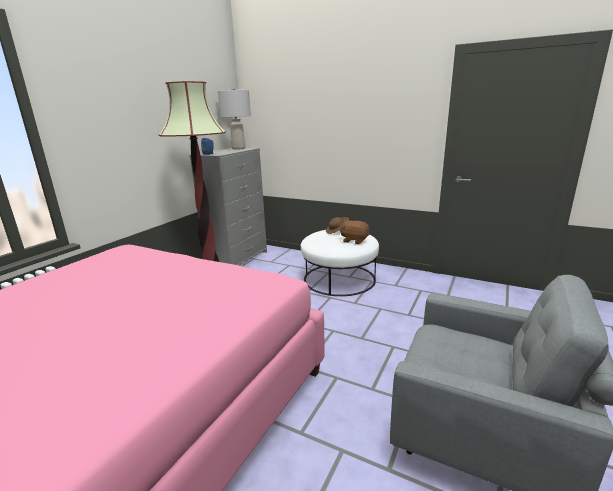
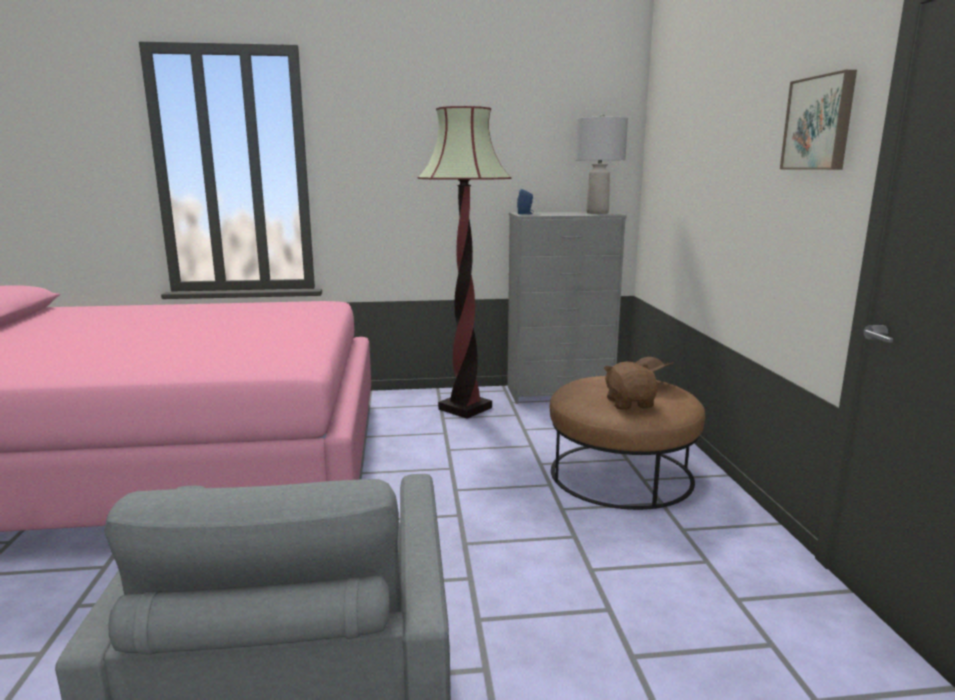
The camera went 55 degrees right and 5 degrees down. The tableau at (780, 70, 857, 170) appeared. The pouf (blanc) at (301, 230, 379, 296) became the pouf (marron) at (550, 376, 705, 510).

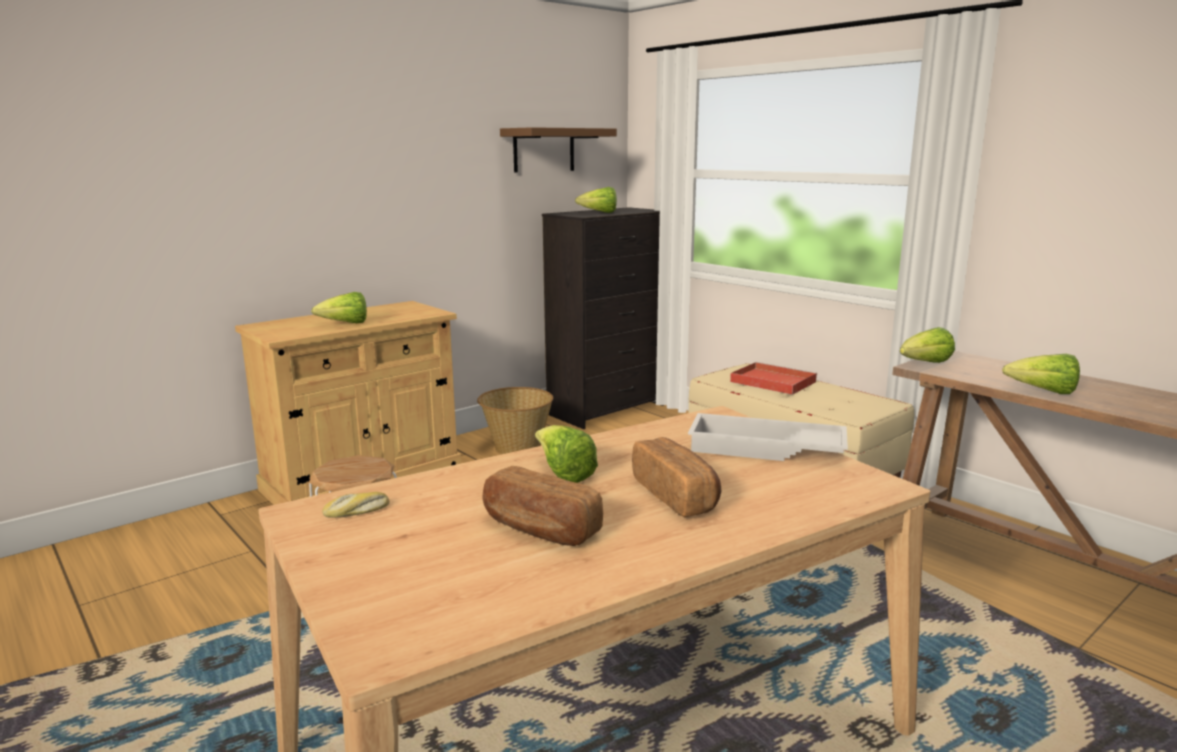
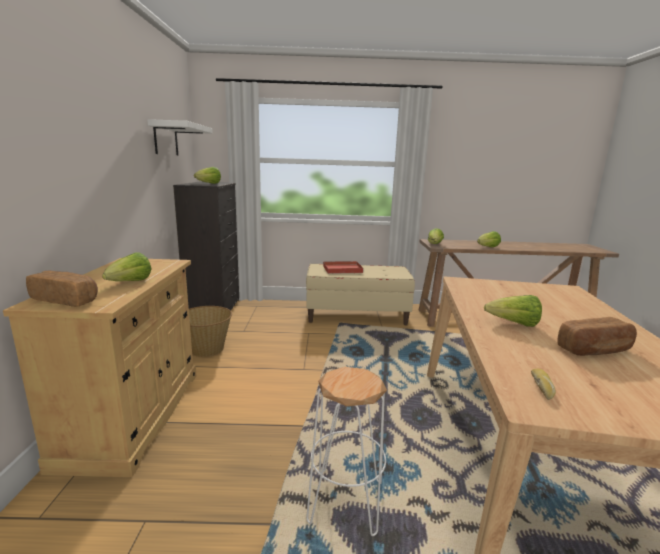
The camera went 50 degrees left and 0 degrees up. The plateau (blanc) at (688, 413, 848, 461) disappeared. The pain moved from (632, 437, 721, 517) to (26, 271, 98, 307). The étagère (marron) at (500, 127, 617, 172) became the étagère (blanc) at (147, 119, 213, 155).

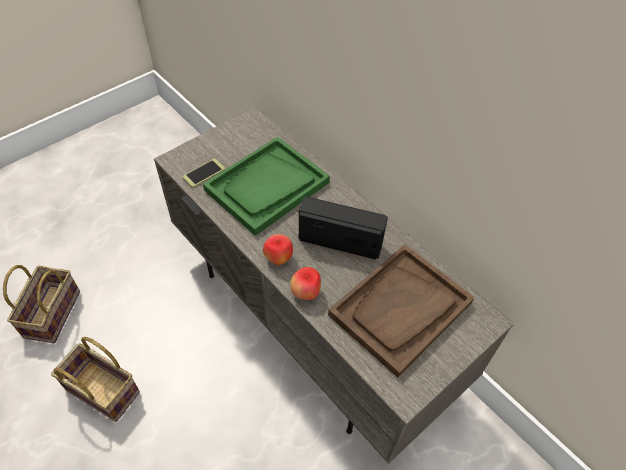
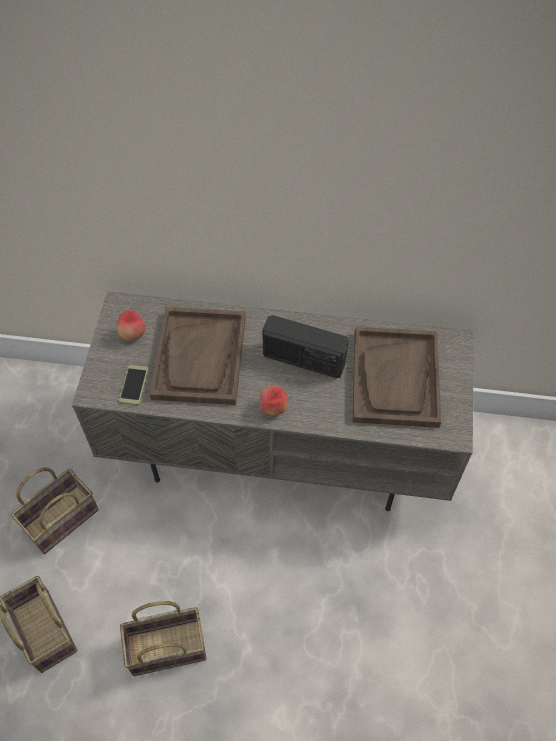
The camera went 40 degrees left and 5 degrees up. The panier at (11, 468, 99, 554) appeared. The pomme moved from (290, 267, 321, 300) to (117, 310, 145, 341). The plateau (vert) at (203, 137, 330, 236) became the plateau (marron) at (150, 307, 246, 405). The radio at (299, 197, 388, 260) turned 135 degrees counterclockwise.

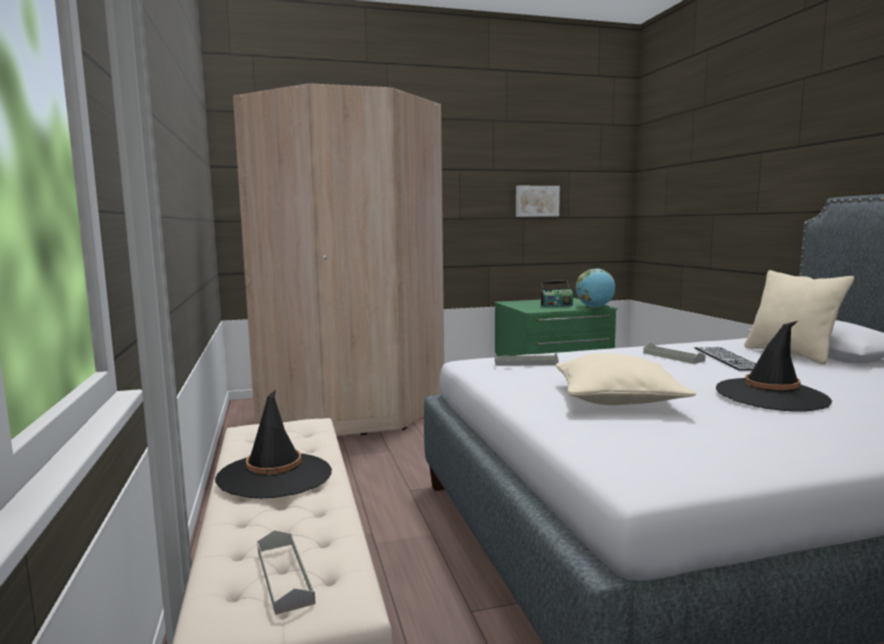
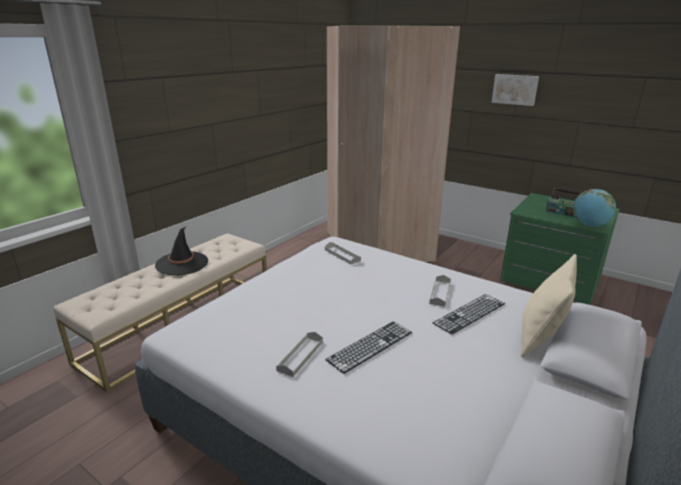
The camera went 50 degrees right and 15 degrees up. The coussin (beige) at (556, 353, 696, 405) disappeared. The plateau (gris) moved from (257, 530, 316, 615) to (276, 332, 323, 377). The tableau moved from (516, 186, 560, 217) to (491, 74, 539, 106). The chapeau (noir) at (716, 321, 832, 412) was replaced by the clavier at (325, 321, 412, 374).

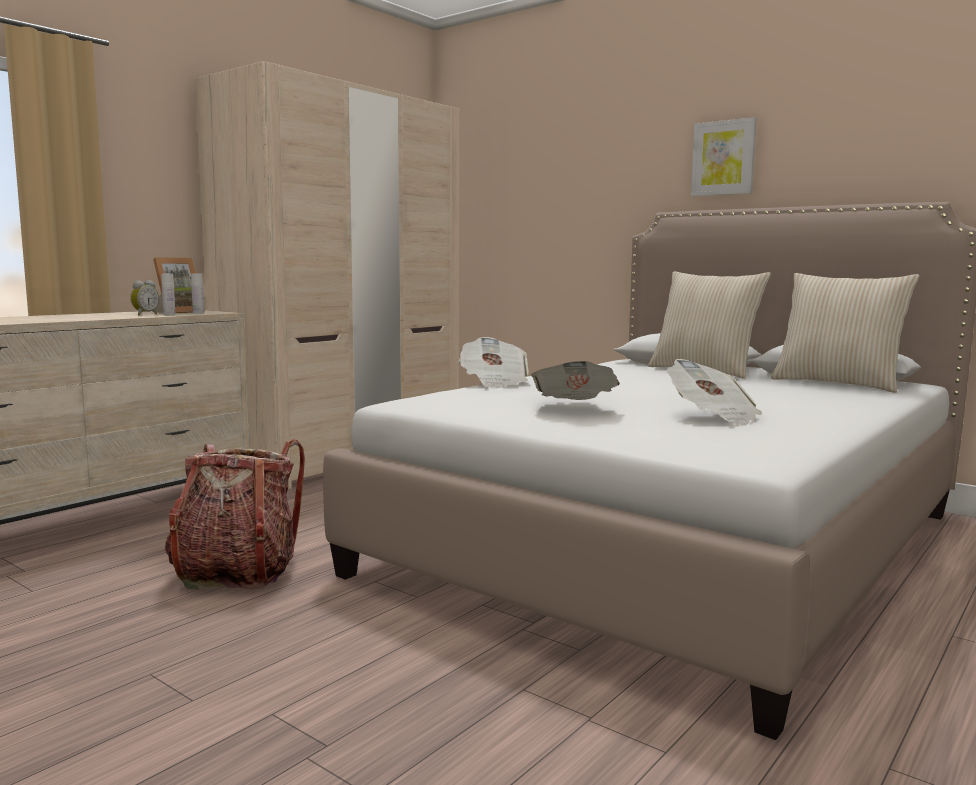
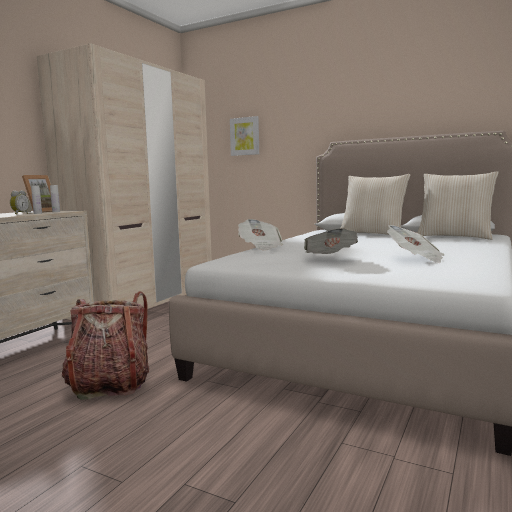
The camera went 10 degrees left and 0 degrees up. The tableau moved from (691, 117, 757, 196) to (230, 116, 259, 156).

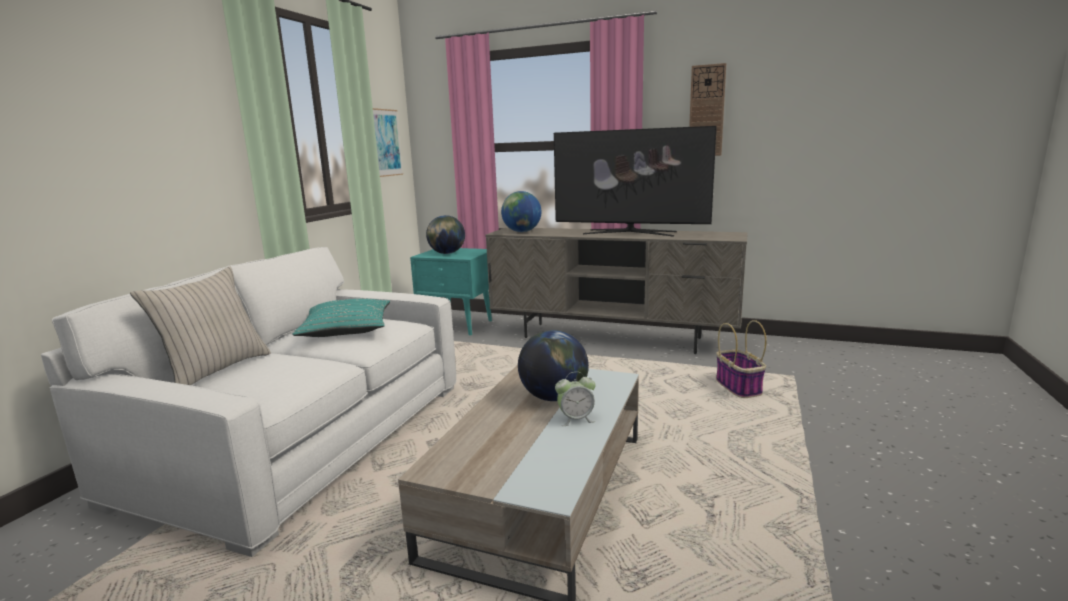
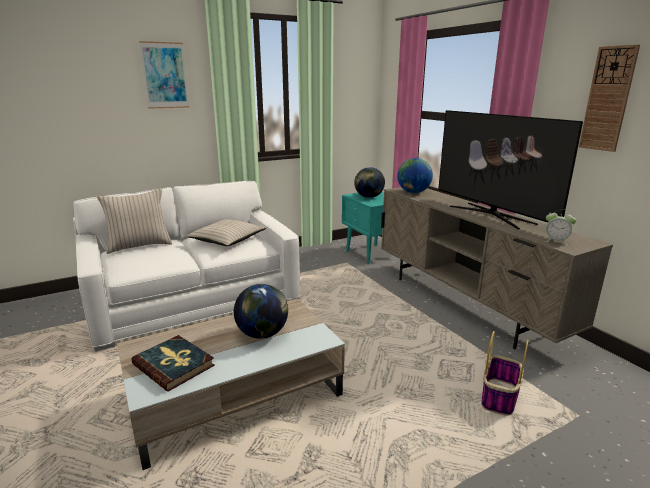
The camera went 40 degrees right and 5 degrees up. The livre at (132, 335, 215, 391) appeared. The tableau moved from (373, 108, 403, 177) to (139, 41, 189, 109). The réveil moved from (555, 372, 596, 426) to (544, 209, 576, 245). The coussin (turquoise) at (292, 299, 390, 337) became the coussin (beige) at (186, 219, 266, 246).

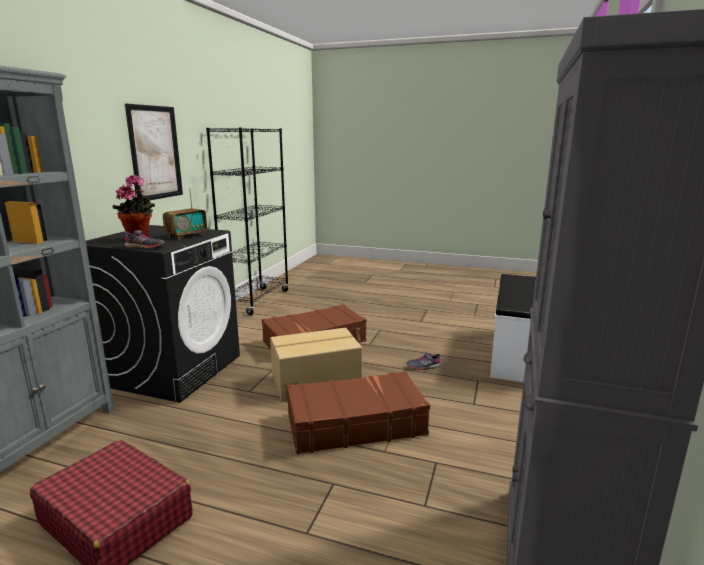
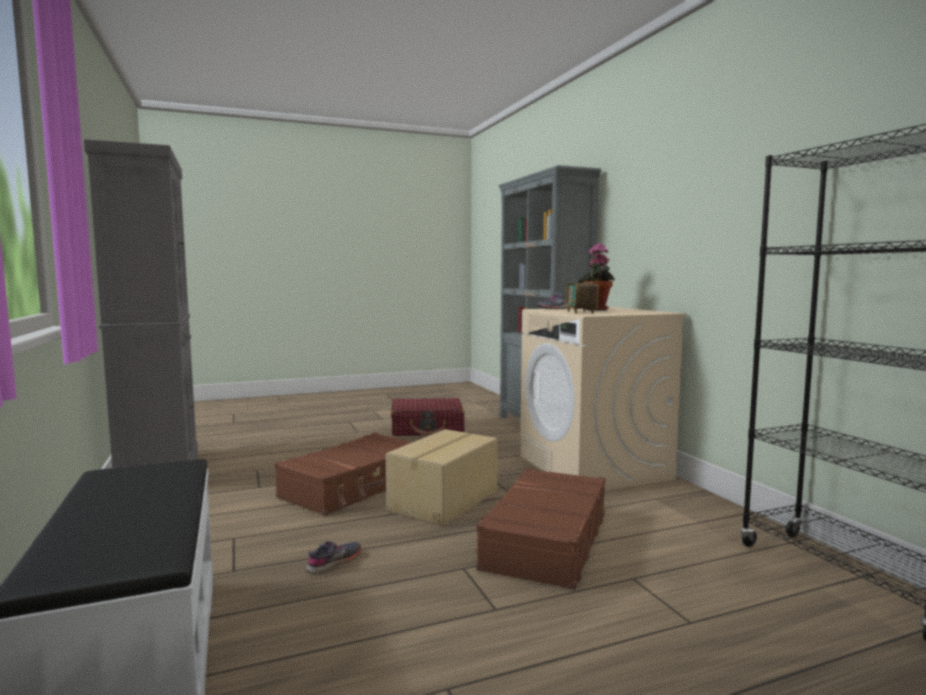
The camera went 140 degrees right and 10 degrees down. The tableau at (125, 104, 183, 200) disappeared. The lave-linge (noir) at (86, 225, 240, 403) became the lave-linge (beige) at (520, 307, 687, 491).

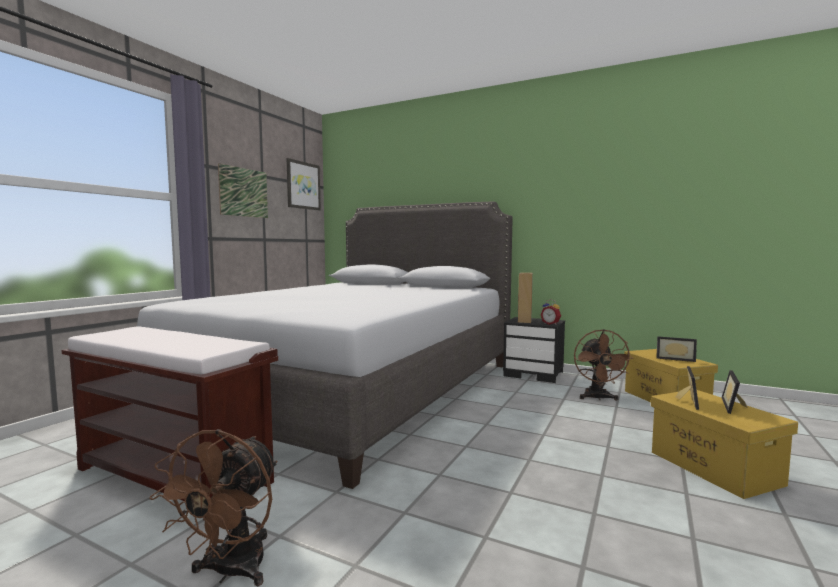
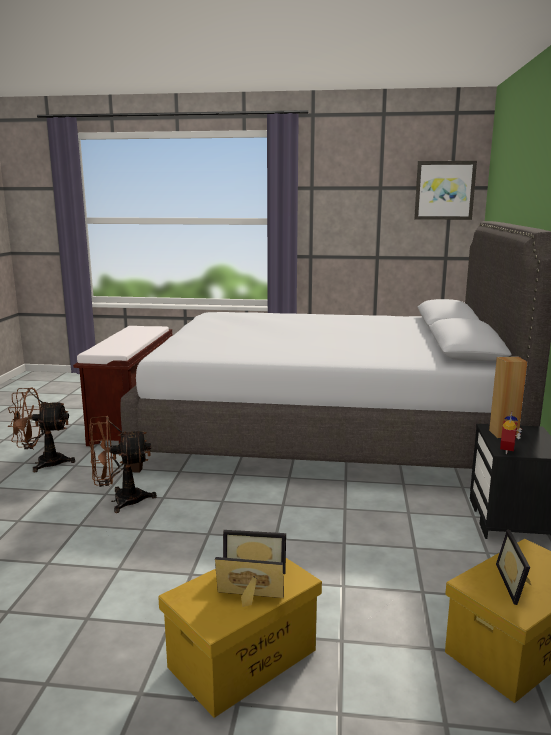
The camera went 70 degrees right and 10 degrees up. The tableau at (218, 163, 268, 218) disappeared. The ventilateur (marron) moved from (574, 329, 633, 401) to (89, 416, 157, 513).

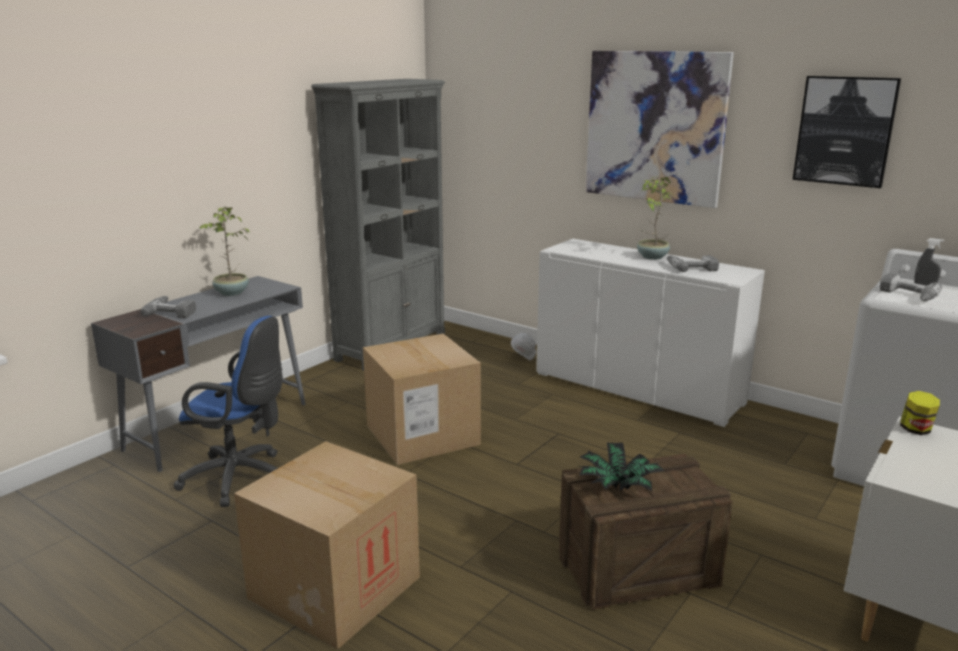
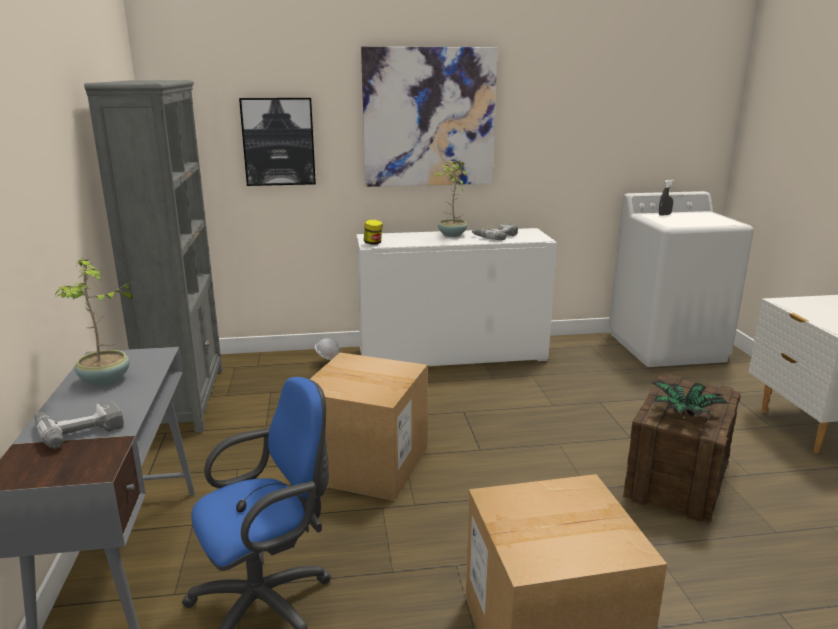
The camera went 45 degrees left and 0 degrees up. The perceuse at (879, 273, 942, 301) disappeared. The tableau moved from (793, 76, 901, 188) to (239, 98, 316, 186). The bocal moved from (900, 391, 940, 435) to (364, 220, 383, 245).

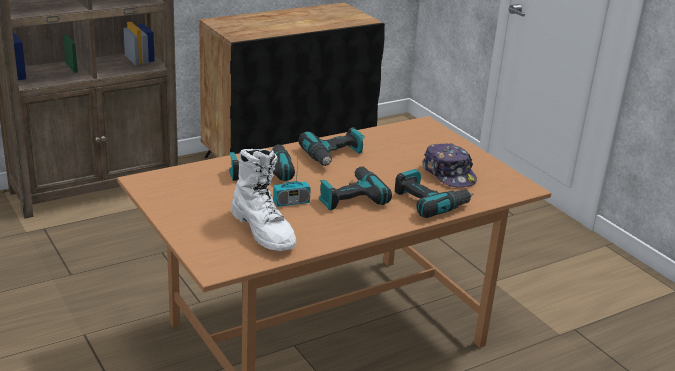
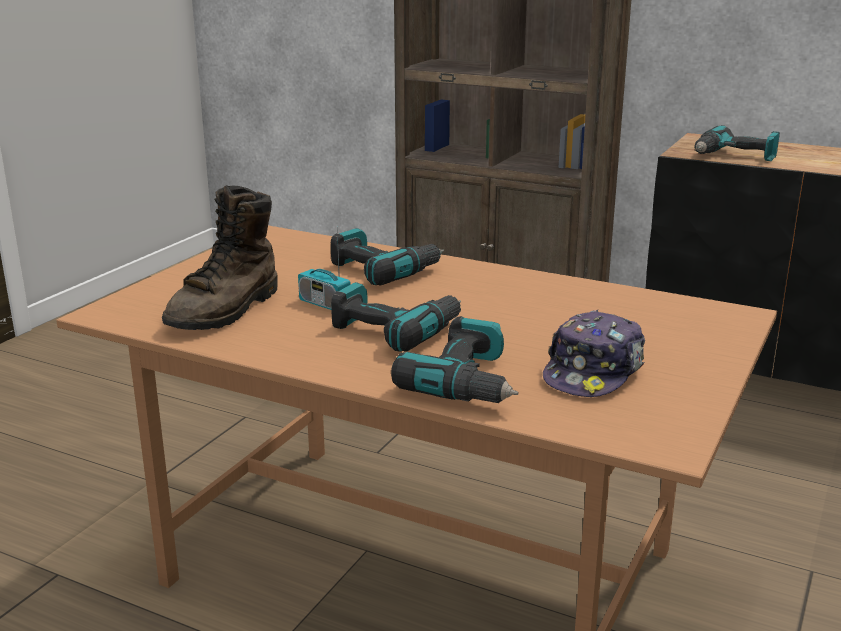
The camera went 60 degrees right and 5 degrees down. The perceuse moved from (299, 127, 365, 166) to (694, 125, 780, 161). The botte (blanc) at (231, 149, 296, 251) became the botte (marron) at (162, 185, 277, 330).

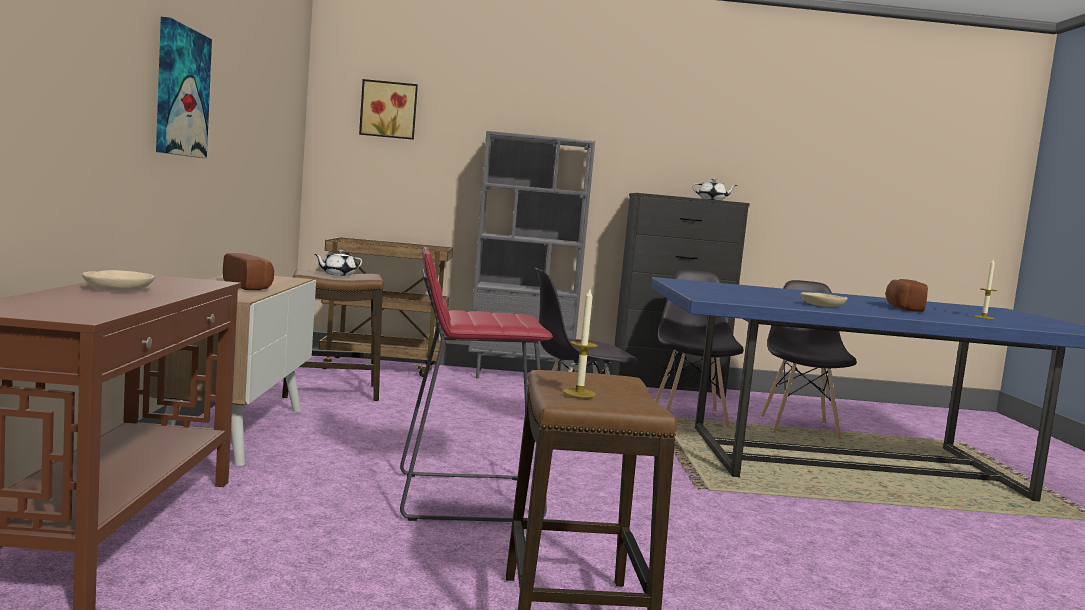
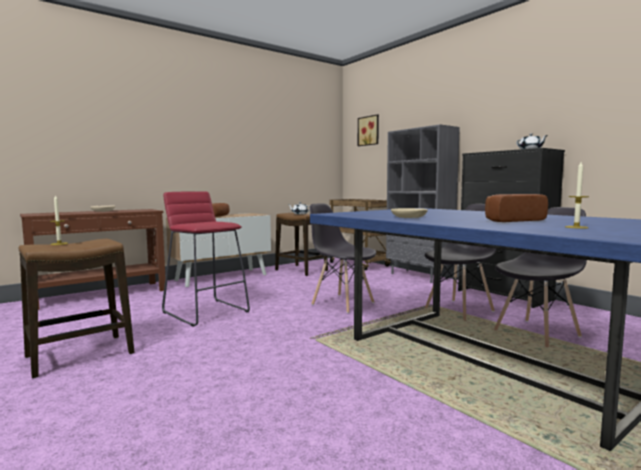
The camera went 55 degrees right and 0 degrees up. The tableau at (156, 17, 212, 159) disappeared.

